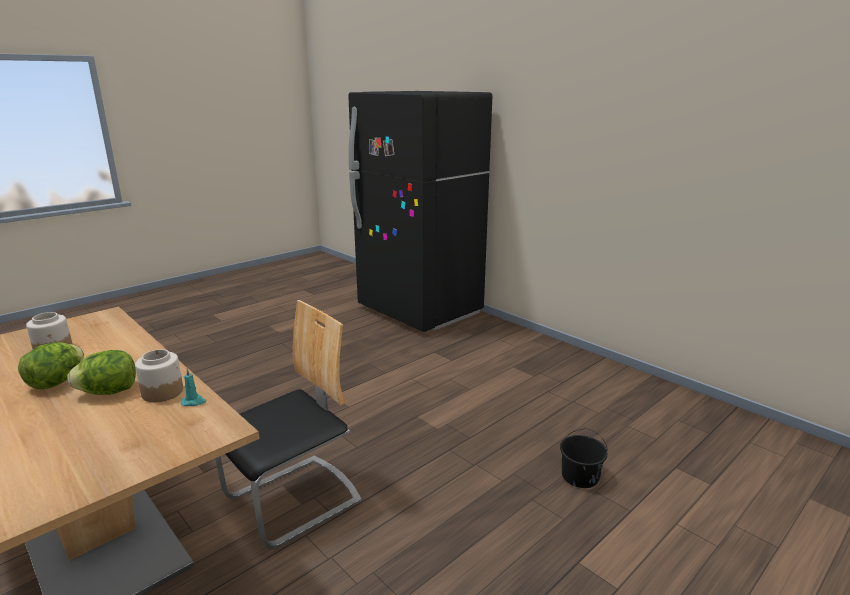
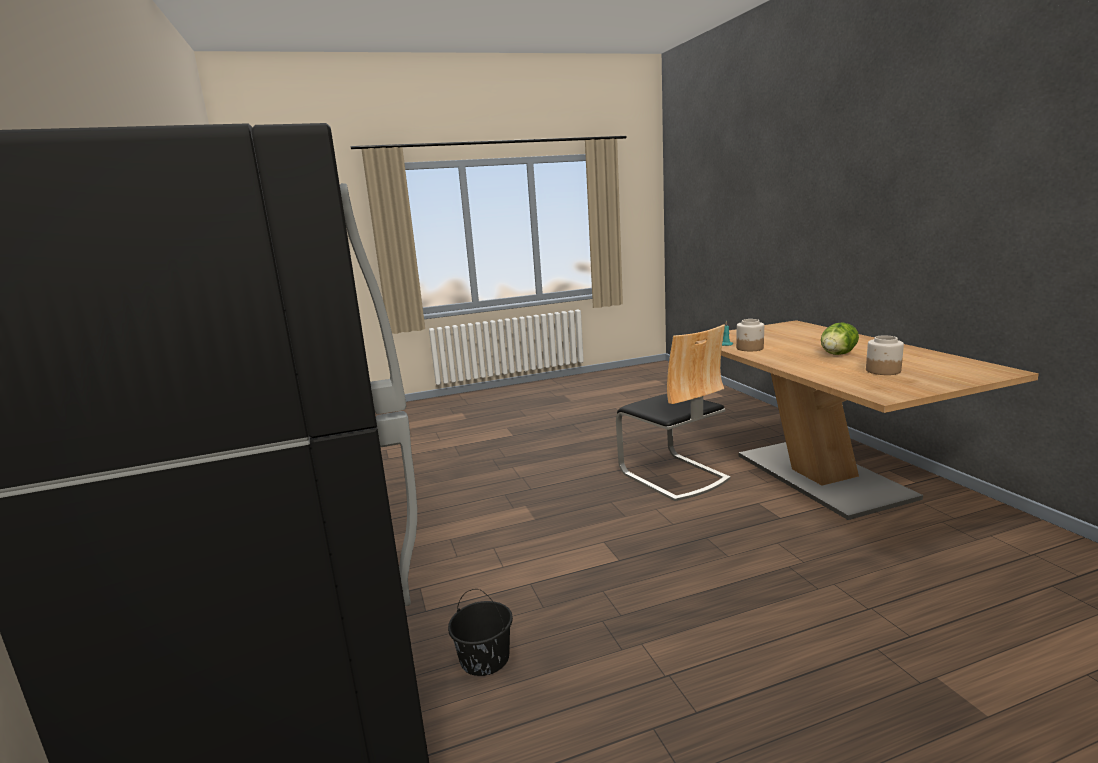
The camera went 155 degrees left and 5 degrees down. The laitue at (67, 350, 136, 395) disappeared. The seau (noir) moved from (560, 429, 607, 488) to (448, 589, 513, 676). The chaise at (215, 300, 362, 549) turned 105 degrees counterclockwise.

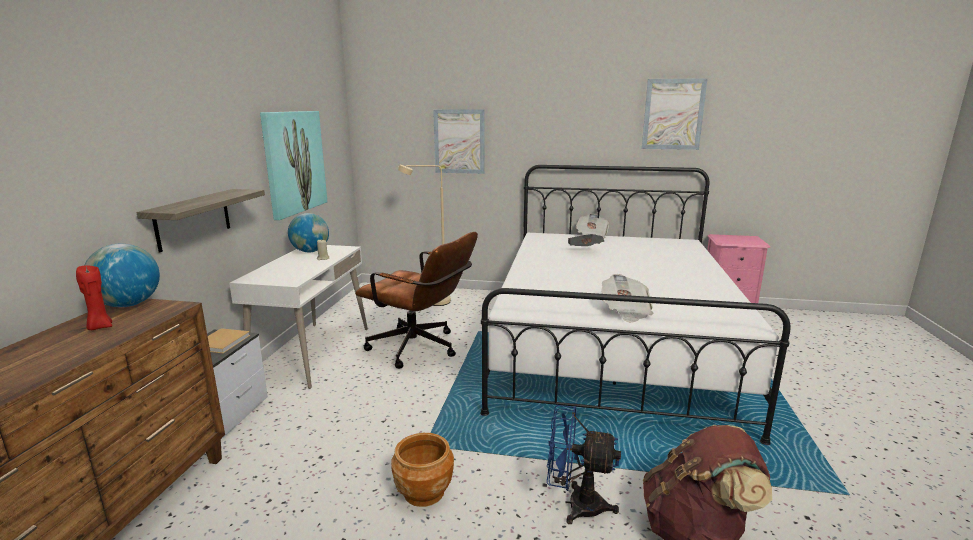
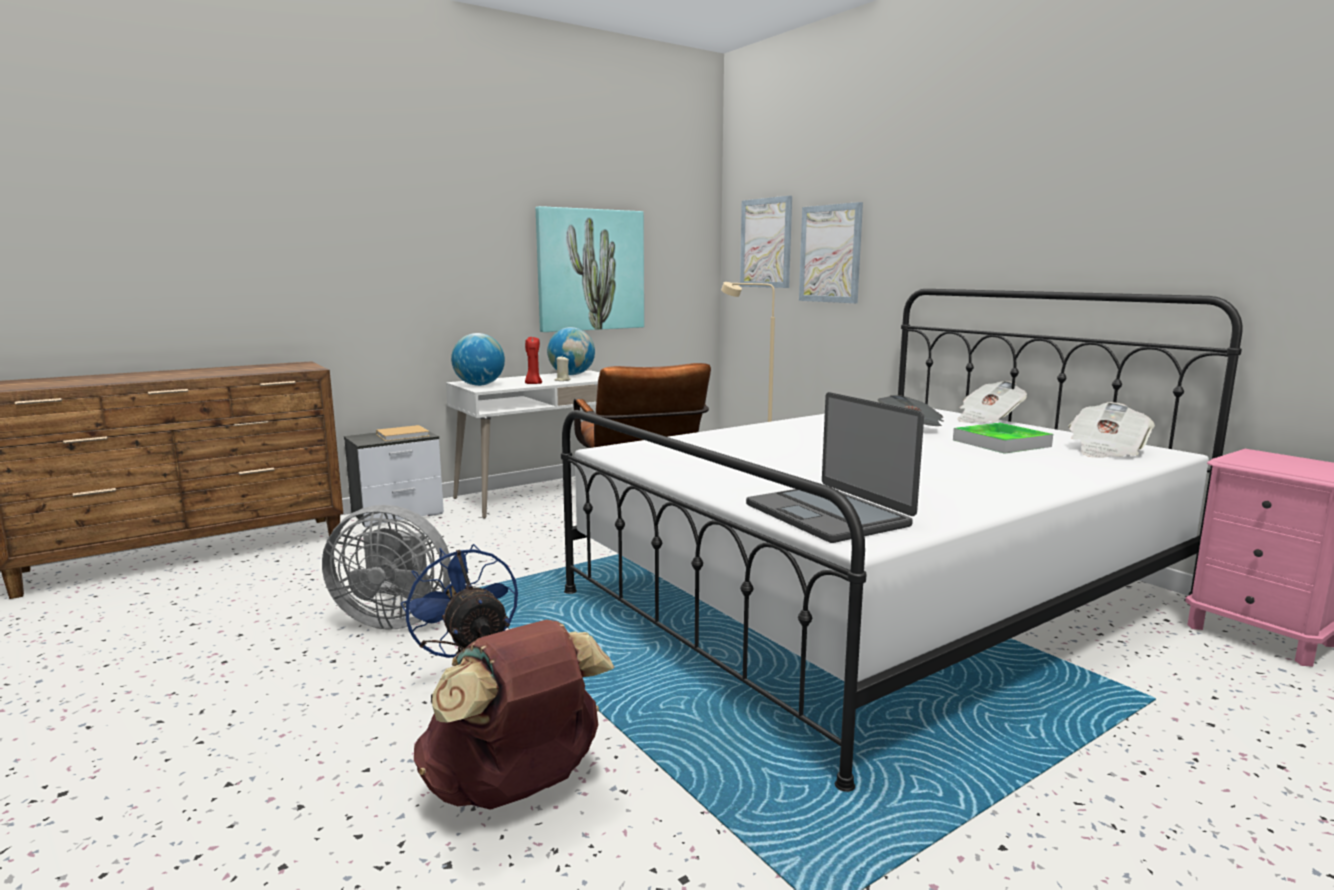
The camera went 45 degrees right and 5 degrees down. The étagère at (136, 189, 265, 253) disappeared. The ordinateur portable at (746, 392, 924, 543) appeared. The plateau at (953, 423, 1053, 454) appeared. The bougie (rouge) moved from (76, 266, 112, 330) to (525, 337, 542, 384). The globe moved from (84, 244, 160, 307) to (451, 333, 505, 386). The journal moved from (601, 274, 654, 323) to (1069, 402, 1155, 458). The tableau moved from (642, 78, 708, 150) to (740, 196, 792, 288). The cache-pot (marron) at (391, 433, 454, 507) was replaced by the ventilateur (gris) at (322, 505, 451, 630).

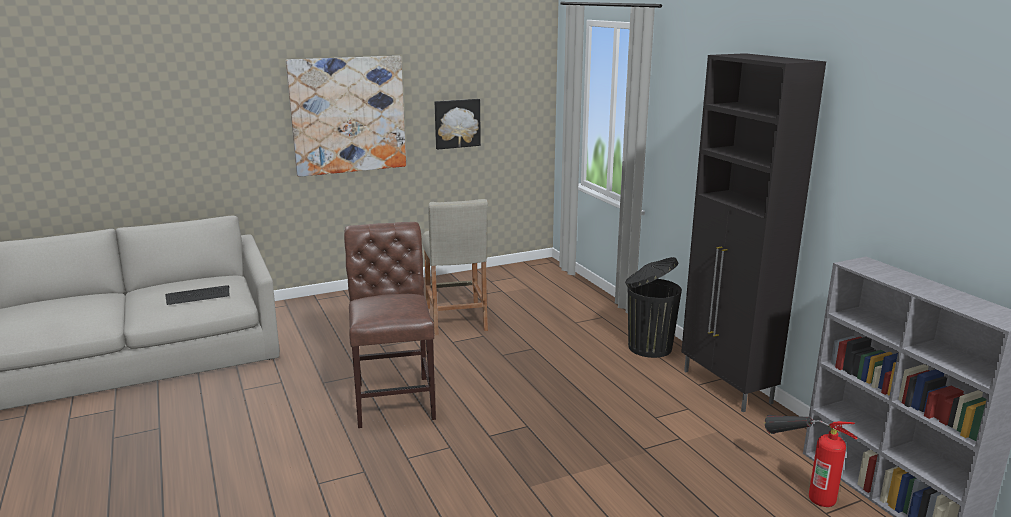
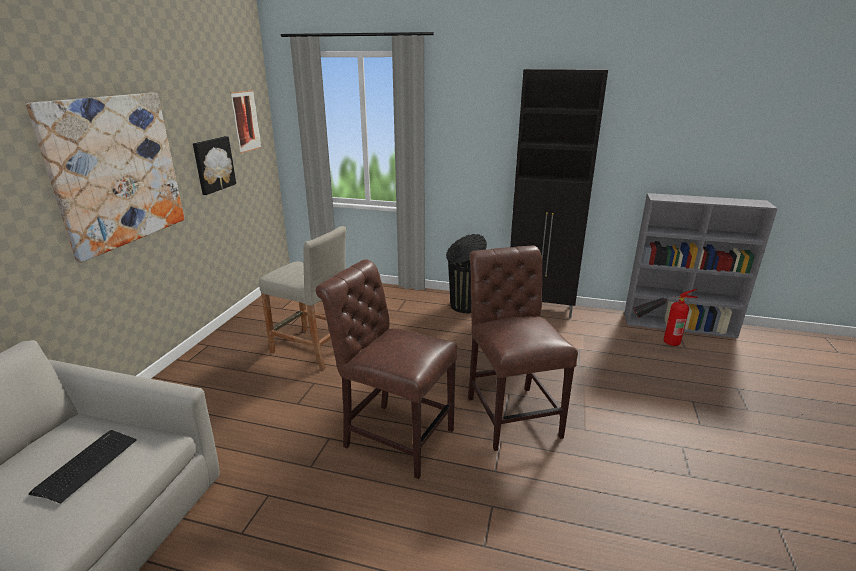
The camera went 50 degrees left and 5 degrees up. The tableau at (230, 90, 262, 153) appeared. The chaise (marron) at (468, 246, 578, 451) appeared.

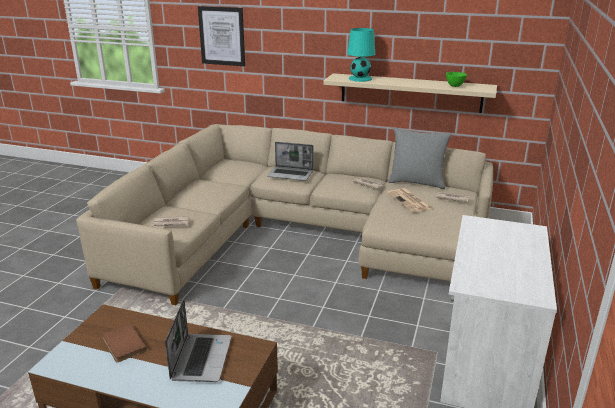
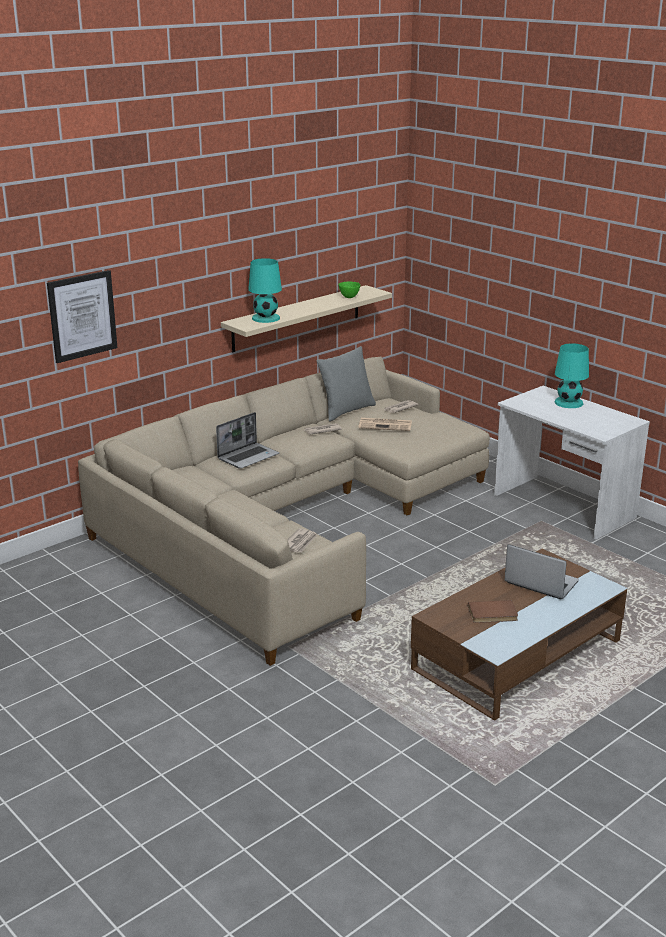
The camera went 60 degrees left and 0 degrees up. The lampe de table (turquoise) at (555, 343, 589, 408) appeared.

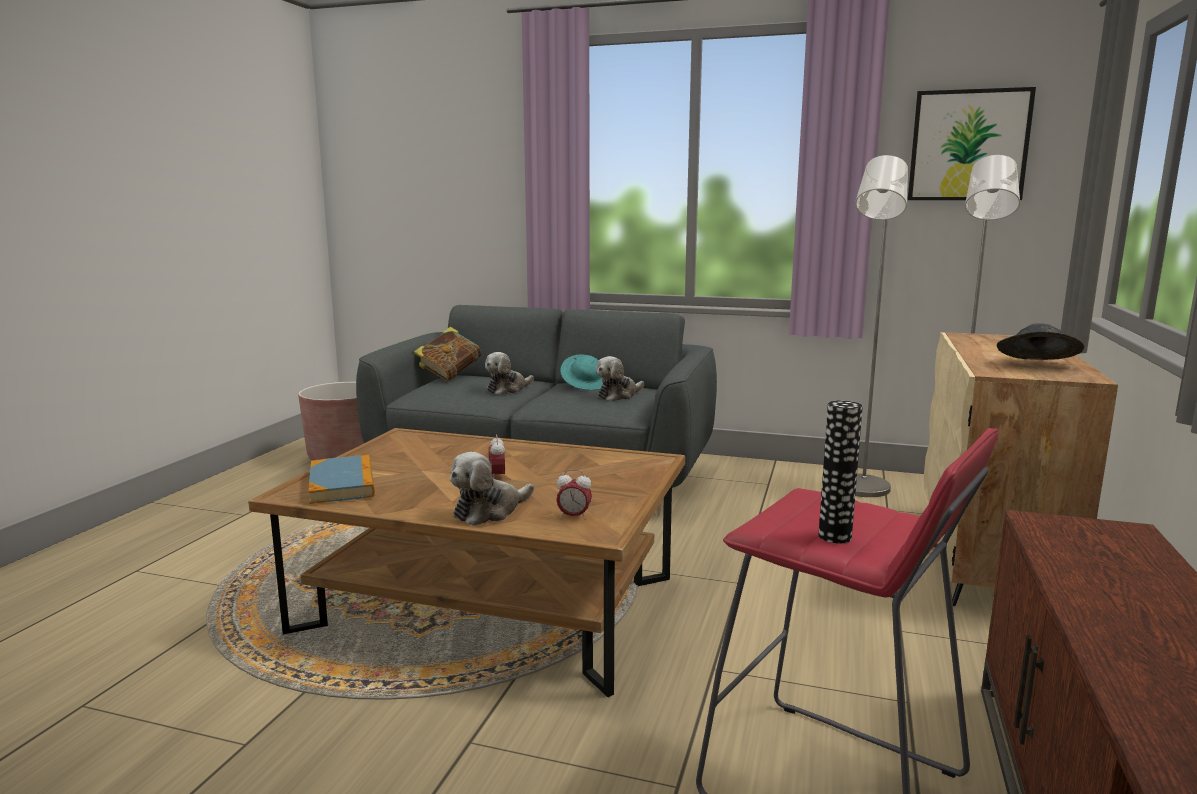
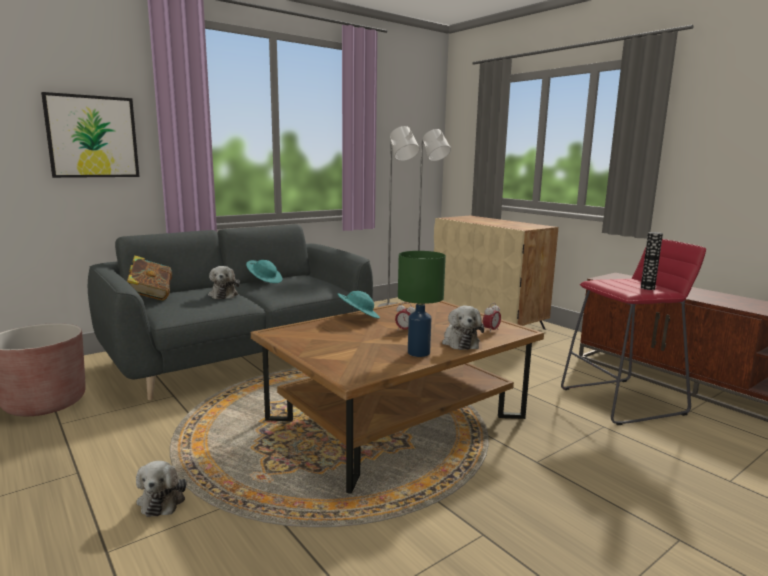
The camera went 55 degrees left and 0 degrees up. The livre at (308, 455, 375, 504) disappeared. The chapeau (gris) at (997, 323, 1084, 360) disappeared. The chapeau (turquoise) at (338, 291, 380, 319) appeared. The lampe de table (vert) at (398, 251, 446, 357) appeared. The peluche moved from (596, 356, 644, 401) to (136, 461, 186, 517). The tableau moved from (908, 87, 1036, 200) to (41, 92, 140, 178).

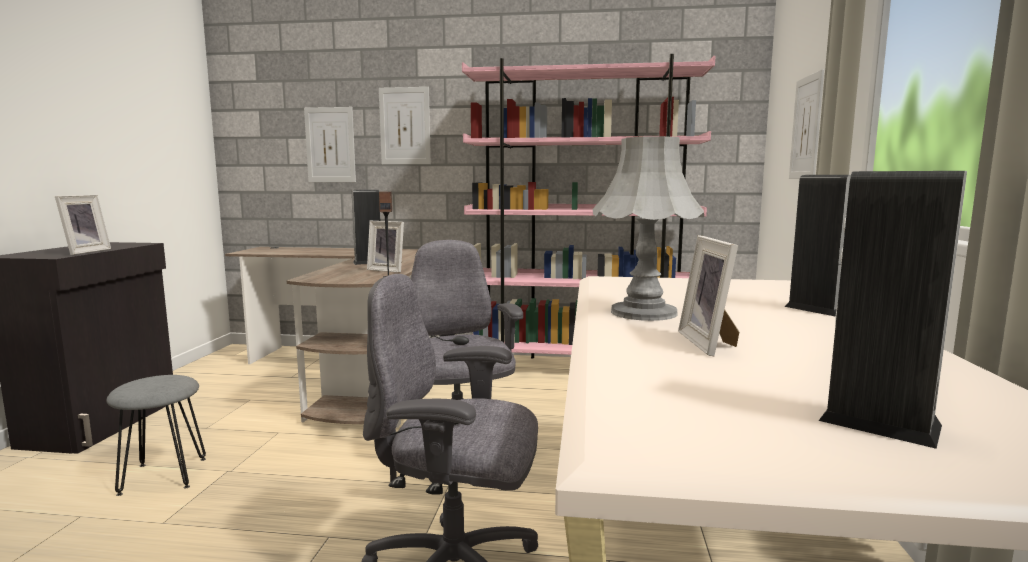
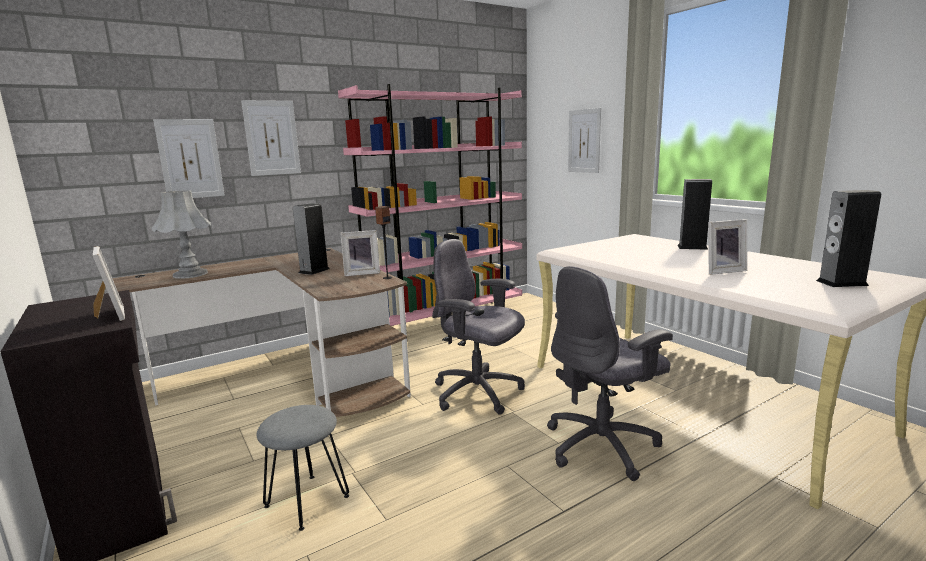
The camera went 40 degrees left and 5 degrees up. The lampe de table (gris) moved from (593, 136, 704, 321) to (152, 190, 211, 279). The cadre photo at (678, 235, 739, 356) turned 60 degrees counterclockwise.

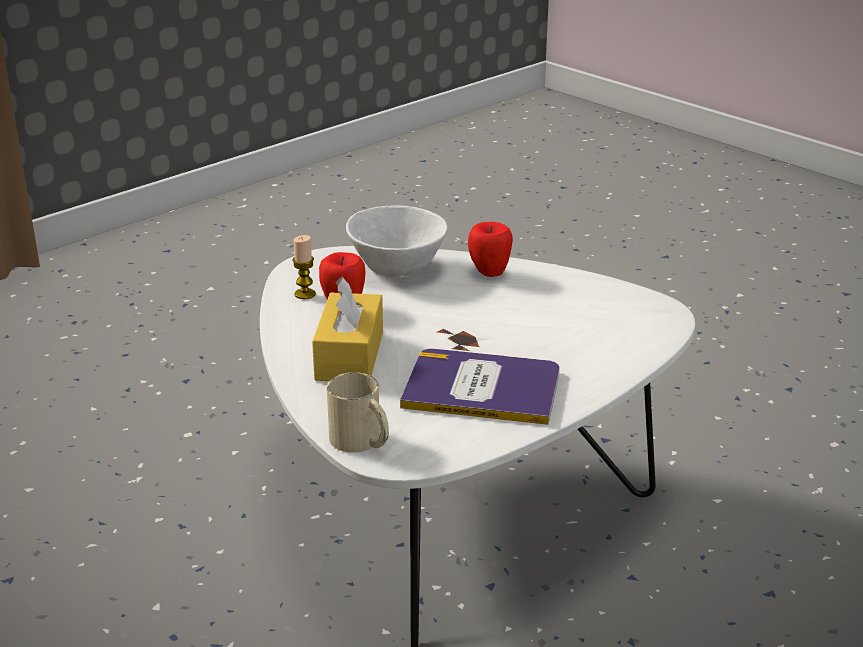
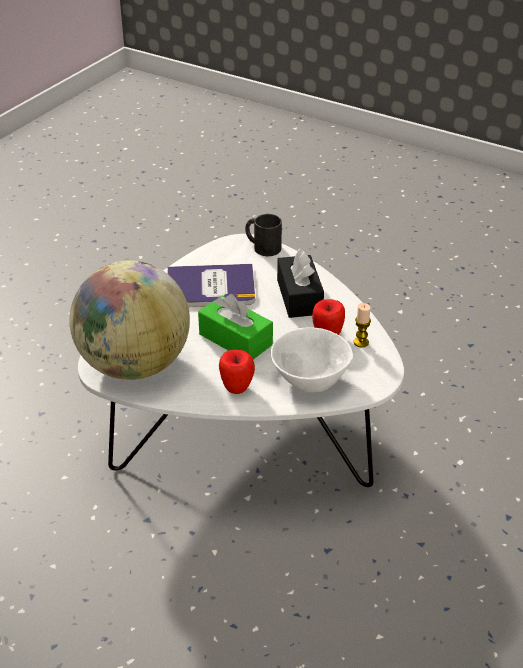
The camera went 165 degrees right and 10 degrees up. The globe at (69, 261, 190, 380) appeared. The boîte à mouchoirs (vert) at (198, 294, 273, 359) appeared. The boîte à mouchoirs (jaune) at (312, 277, 383, 381) became the boîte à mouchoirs (noir) at (277, 248, 324, 318). The mug (beige) at (327, 372, 389, 453) became the mug (noir) at (245, 214, 282, 256).

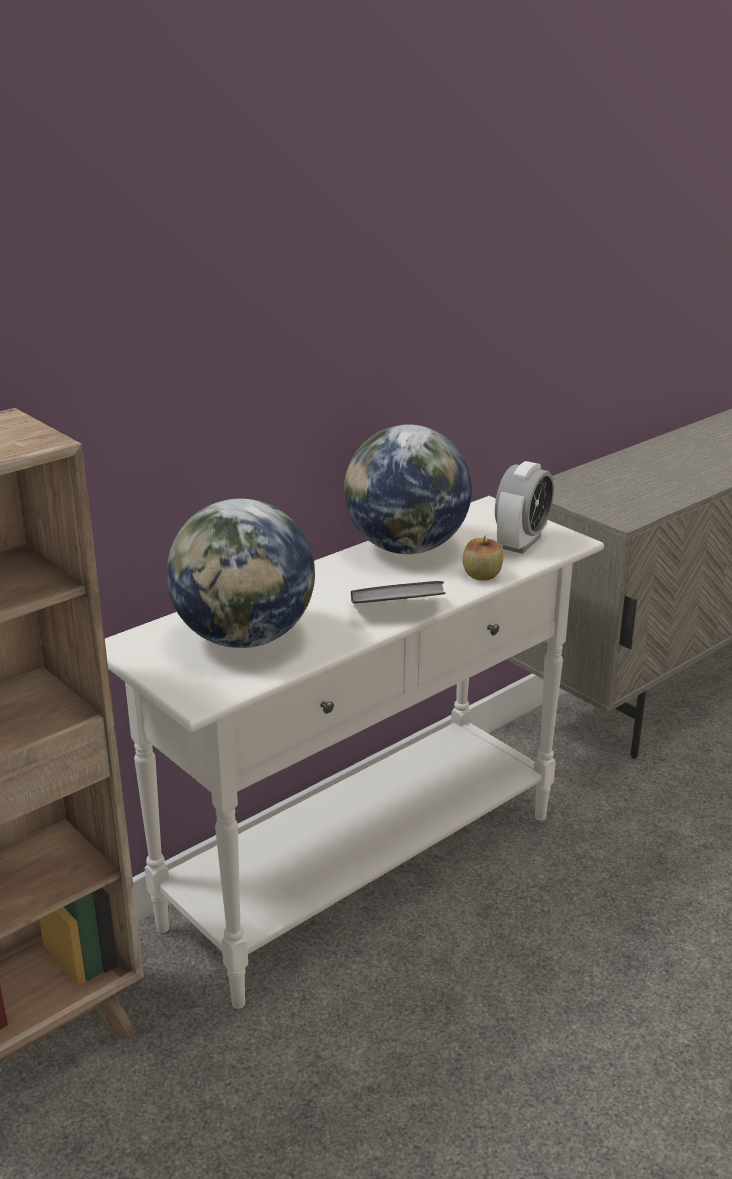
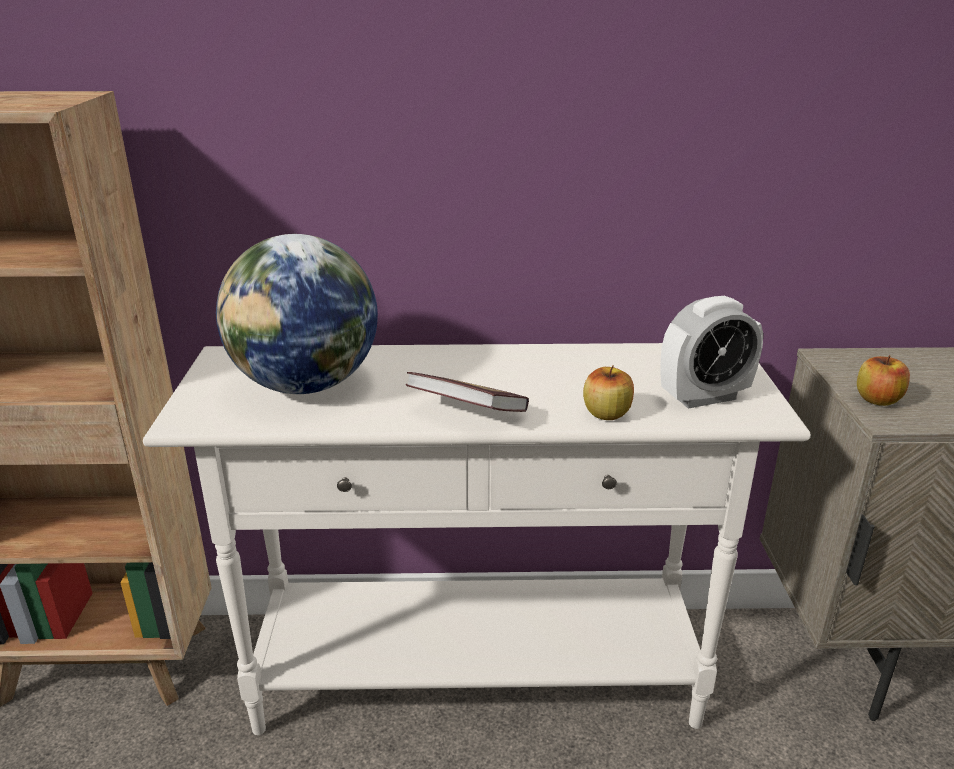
The camera went 40 degrees right and 0 degrees up. The globe at (344, 424, 472, 554) disappeared. The pomme at (857, 355, 910, 406) appeared.

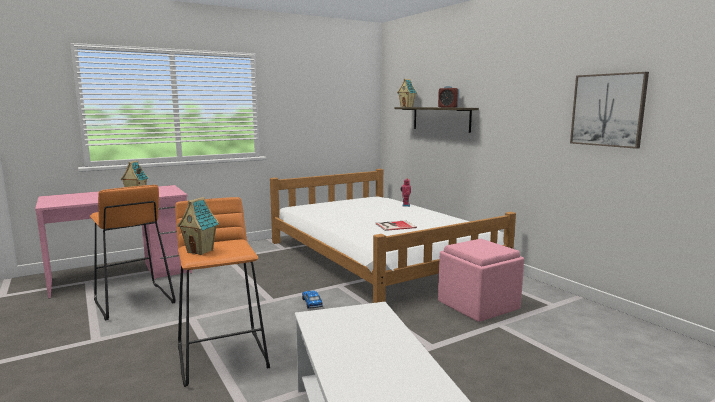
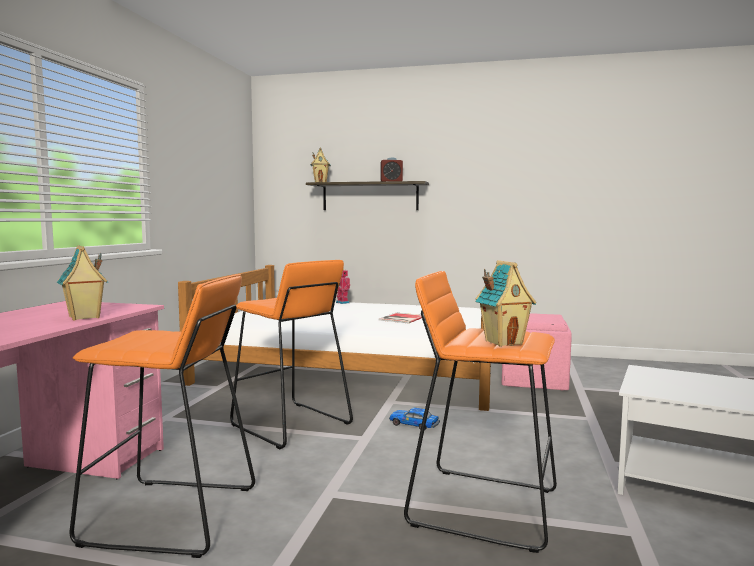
The camera went 45 degrees left and 5 degrees down. The tableau at (570, 72, 649, 149) disappeared. The tabouret (orange) at (230, 260, 353, 449) appeared.

